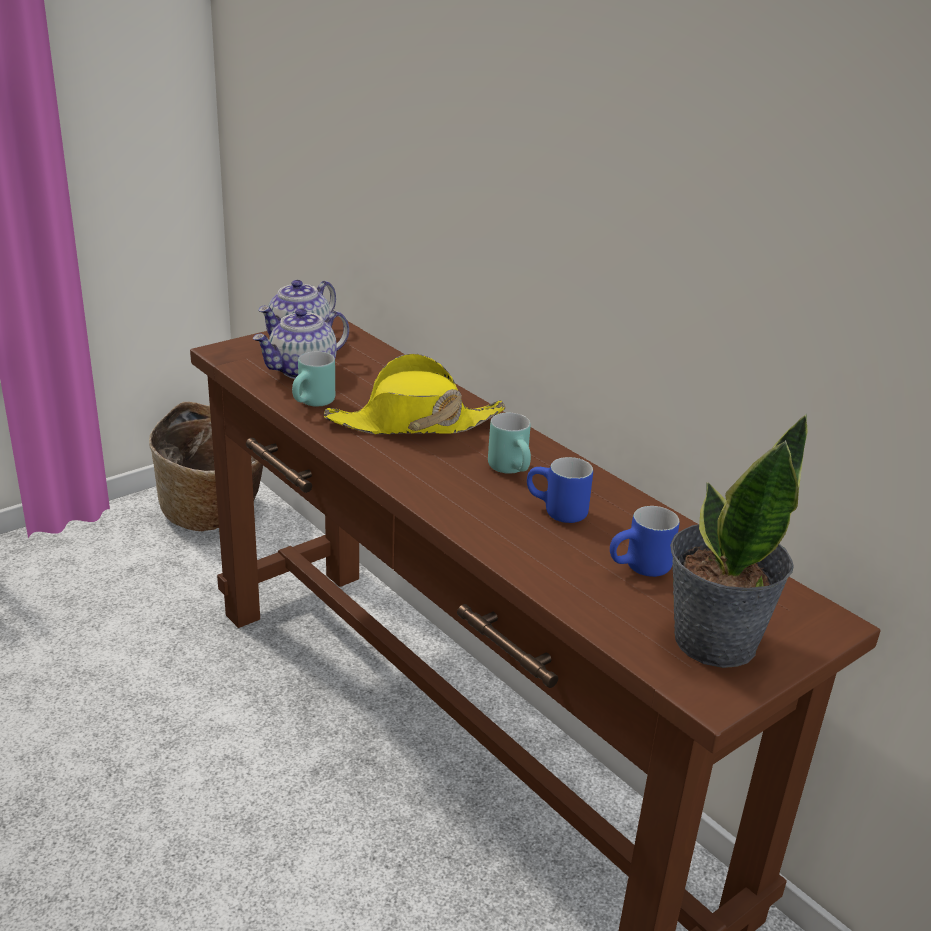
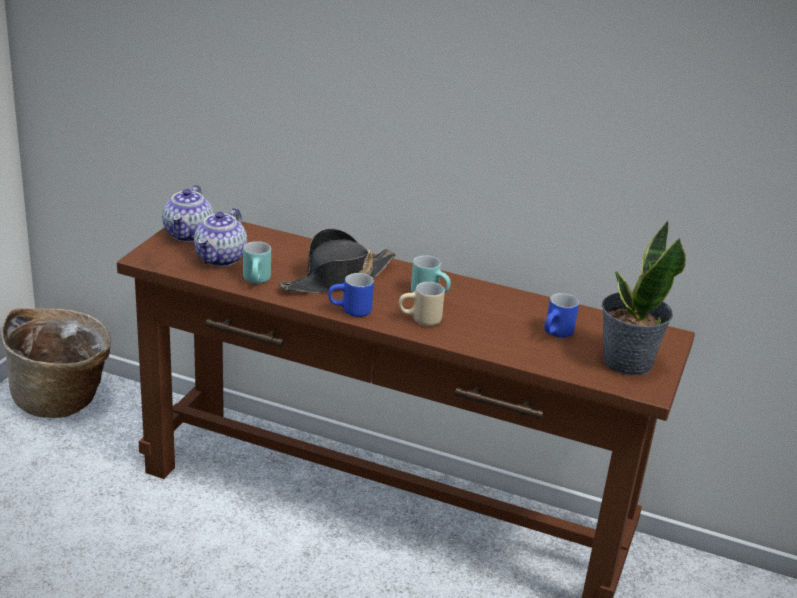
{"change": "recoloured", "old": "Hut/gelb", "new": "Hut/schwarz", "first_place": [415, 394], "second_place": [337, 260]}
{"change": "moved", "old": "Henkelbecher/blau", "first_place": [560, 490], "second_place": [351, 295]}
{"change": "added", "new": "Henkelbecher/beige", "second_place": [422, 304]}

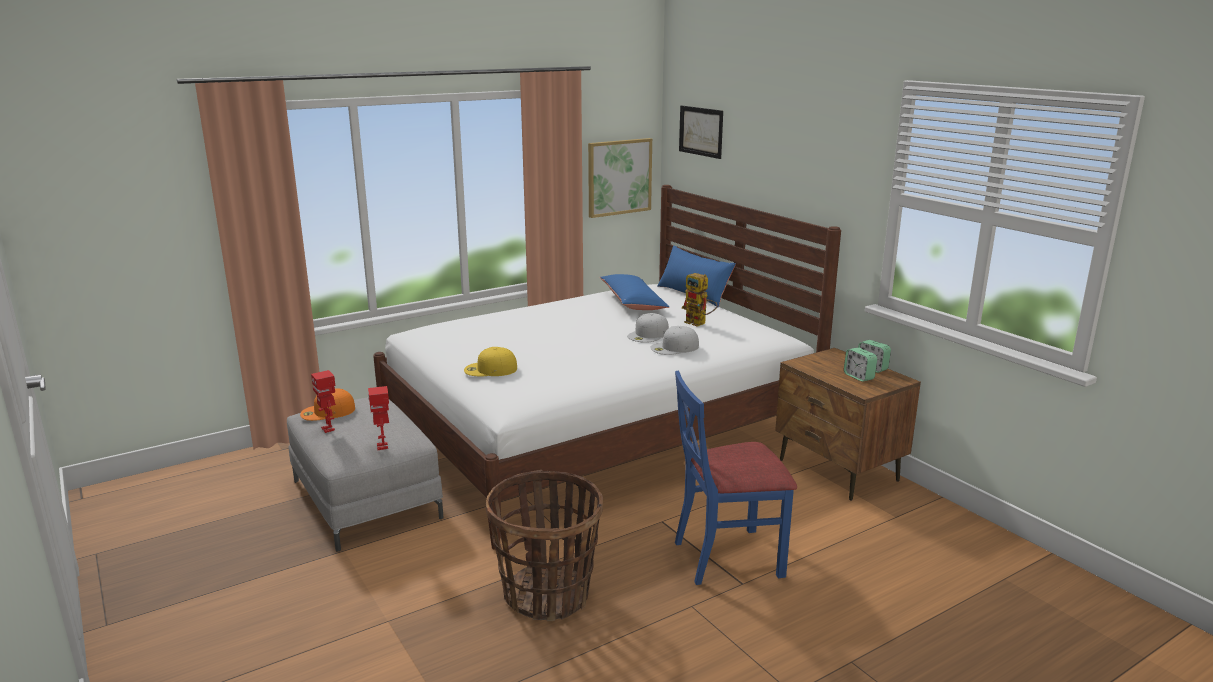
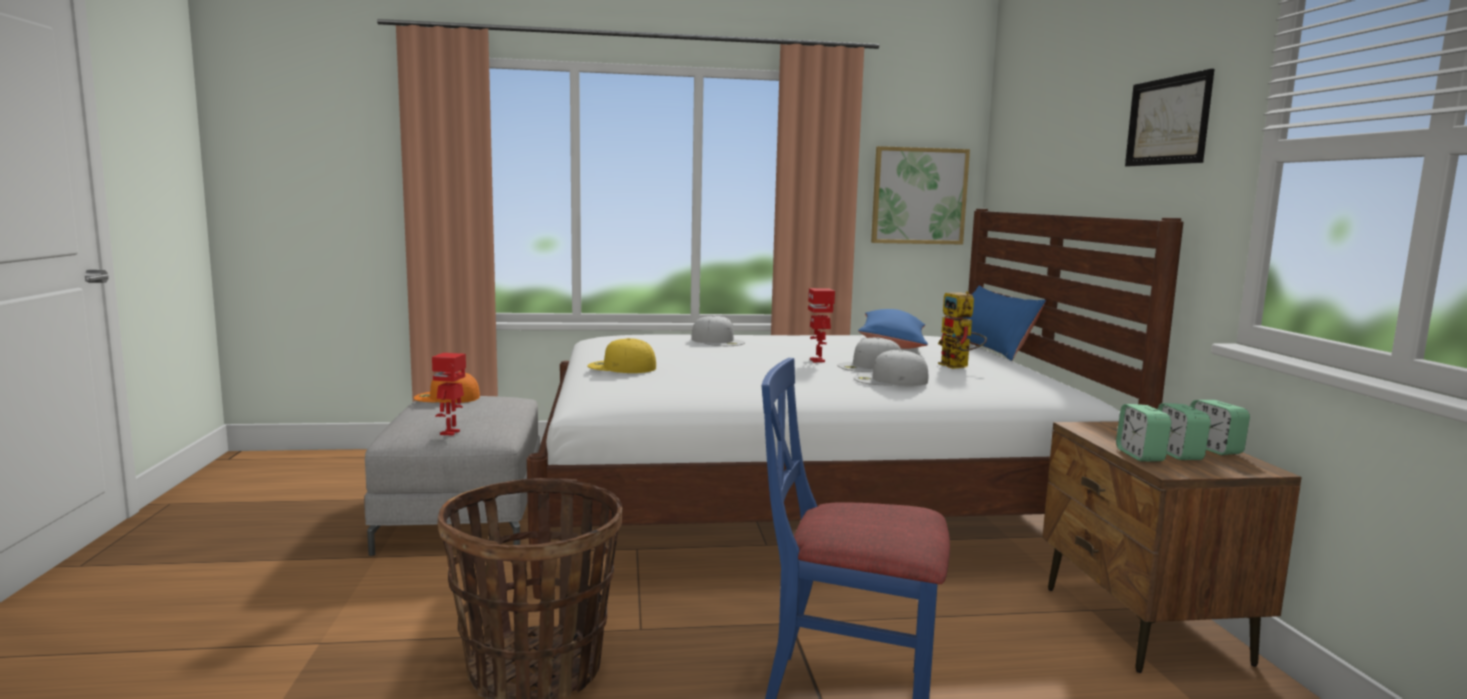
{"change": "moved", "old": "Spielzeugroboter", "first_place": [323, 401], "second_place": [821, 325]}
{"change": "moved", "old": "Bild", "first_place": [701, 132], "second_place": [1169, 118]}
{"change": "added", "new": "Kappe/weiß", "second_place": [718, 330]}
{"change": "added", "new": "Wecker", "second_place": [1143, 432]}

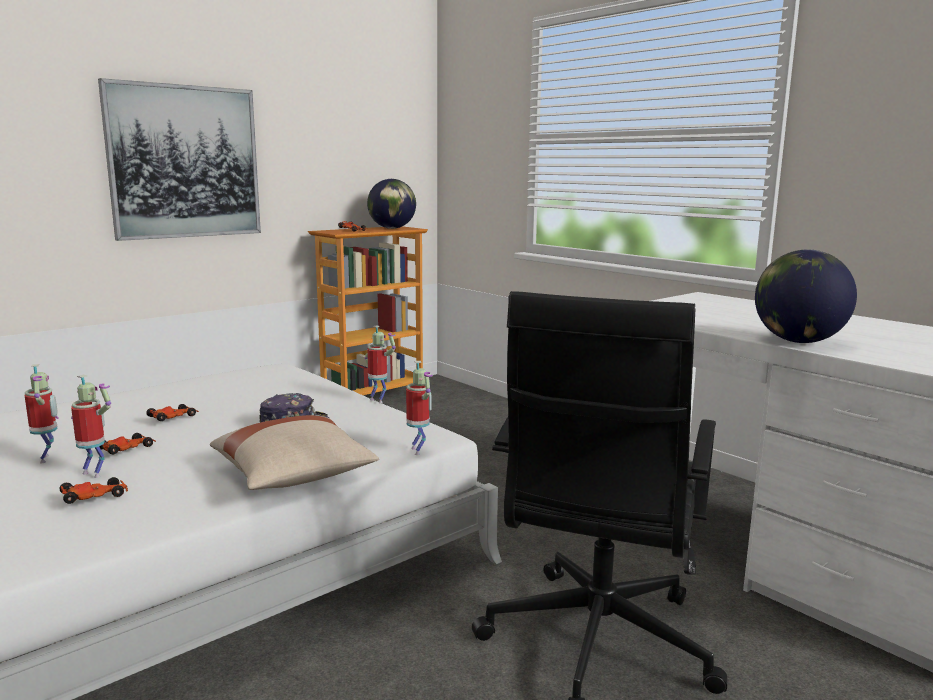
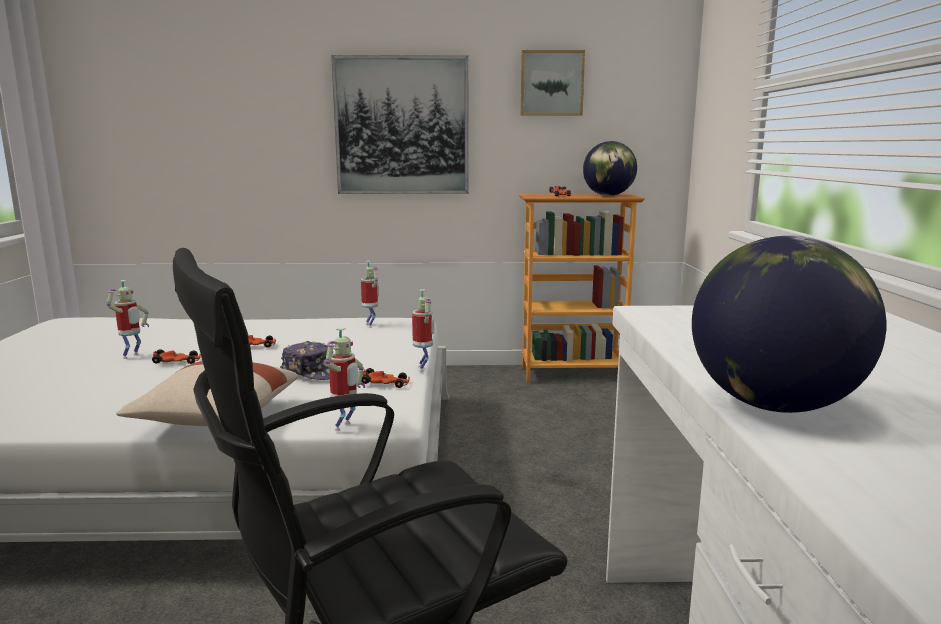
{"change": "moved", "old": "Spielzeugauto", "first_place": [94, 490], "second_place": [385, 378]}
{"change": "moved", "old": "Spielzeugroboter", "first_place": [91, 426], "second_place": [370, 294]}
{"change": "added", "new": "Bild", "second_place": [553, 83]}

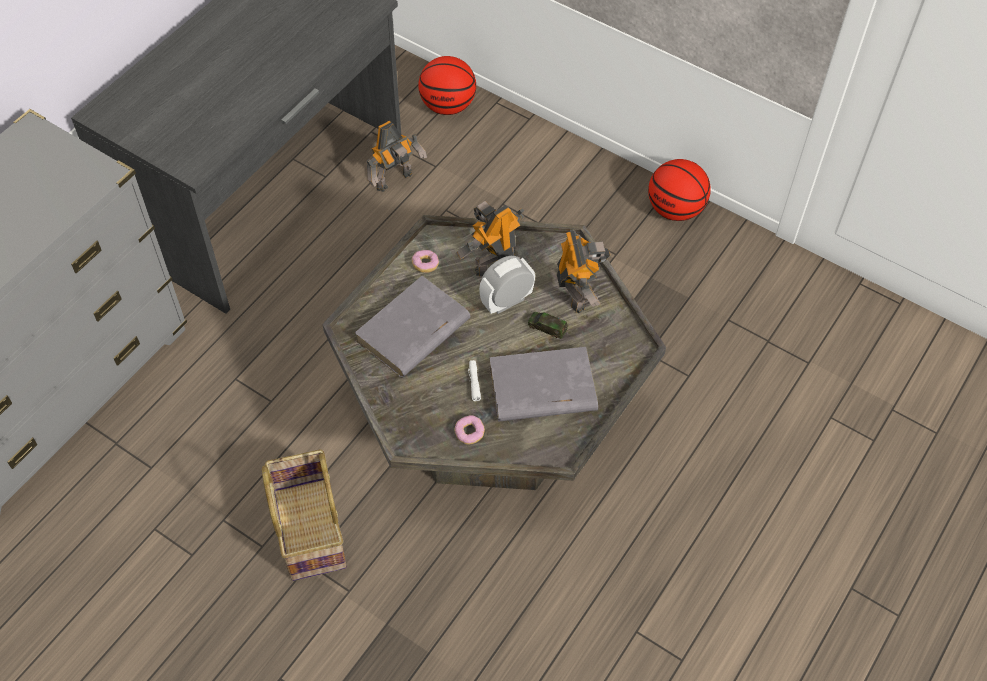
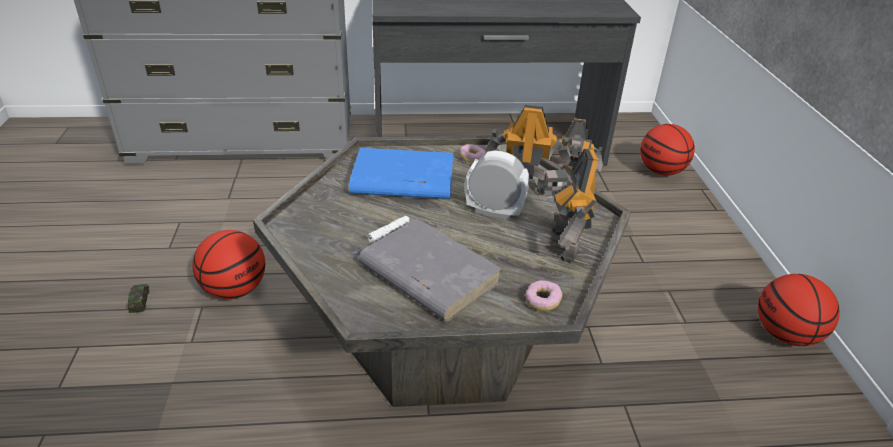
{"change": "replaced", "old": "Korb", "new": "Basketball", "first_place": [304, 515], "second_place": [228, 264]}
{"change": "recoloured", "old": "Buch/grau", "new": "Buch/blau", "first_place": [413, 326], "second_place": [401, 173]}
{"change": "moved", "old": "Donut", "first_place": [469, 430], "second_place": [543, 295]}
{"change": "moved", "old": "Spielzeugauto", "first_place": [548, 325], "second_place": [139, 298]}
{"change": "turned", "old": "Spielzeugroboter", "first_place": [583, 271], "second_place": [567, 206], "degrees": 135}

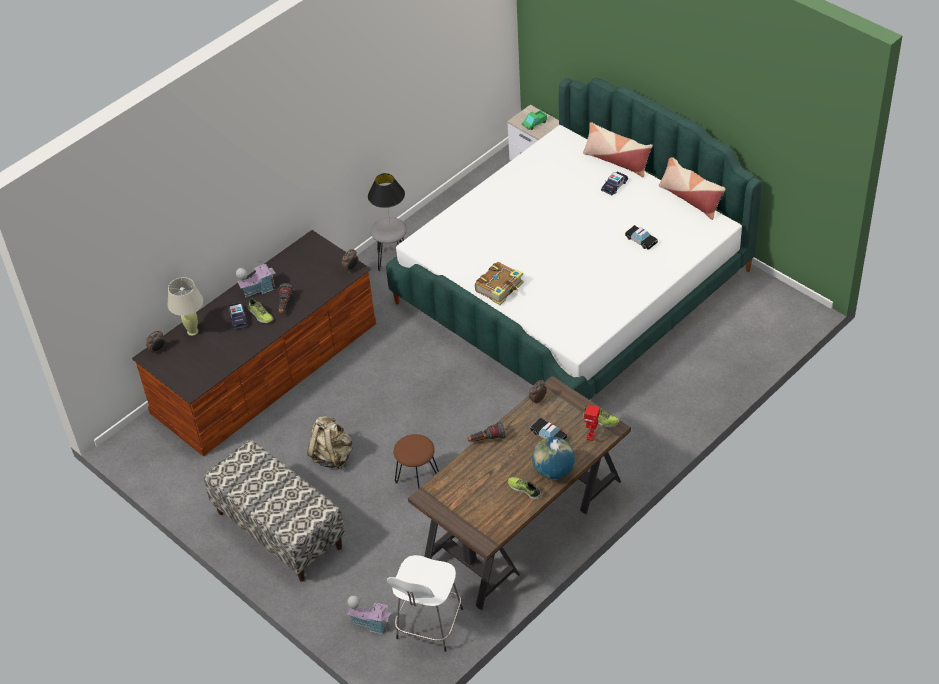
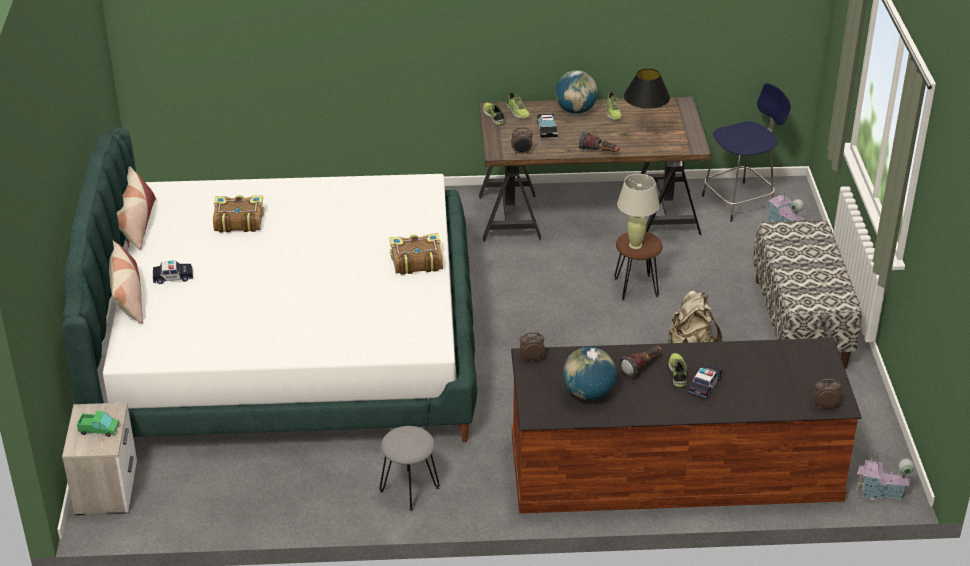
{"change": "moved", "old": "Tischlampe/beige", "first_place": [185, 306], "second_place": [638, 211]}
{"change": "moved", "old": "Spielzeughaus", "first_place": [256, 279], "second_place": [885, 477]}
{"change": "moved", "old": "Tischlampe/schwarz", "first_place": [386, 198], "second_place": [647, 103]}
{"change": "recoloured", "old": "Hocker/weiß", "new": "Hocker/blau", "first_place": [425, 603], "second_place": [746, 152]}
{"change": "replaced", "old": "Spielzeugroboter", "new": "Schuh", "first_place": [592, 423], "second_place": [518, 105]}
{"change": "replaced", "old": "Spielzeugauto", "new": "Buch", "first_place": [641, 237], "second_place": [238, 213]}
{"change": "added", "new": "Globus", "second_place": [589, 374]}

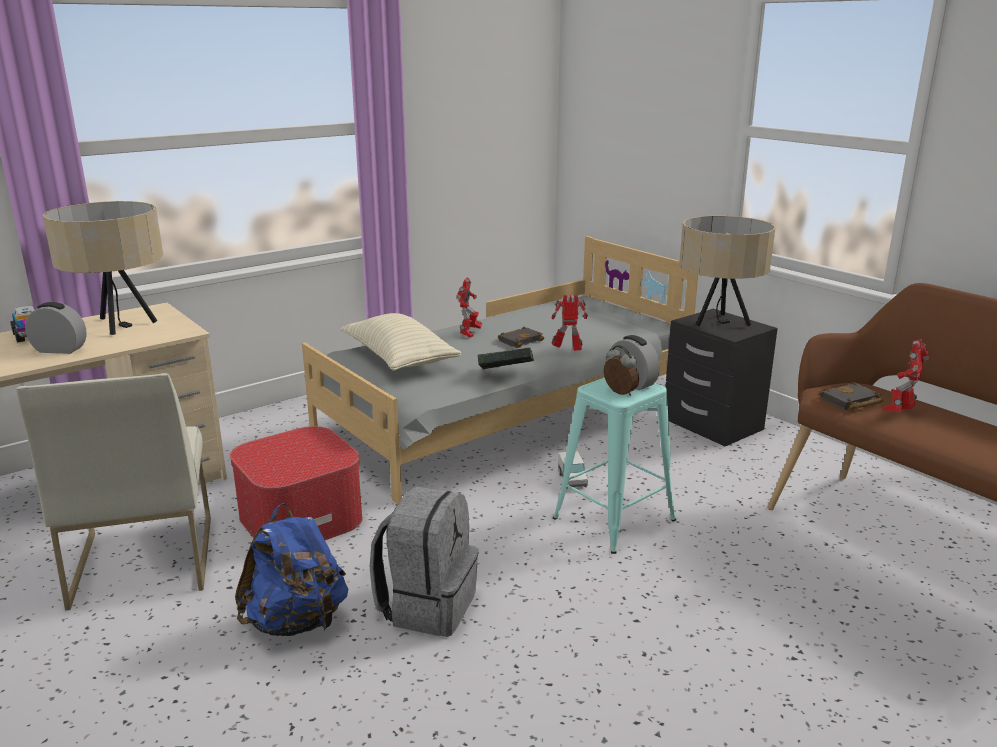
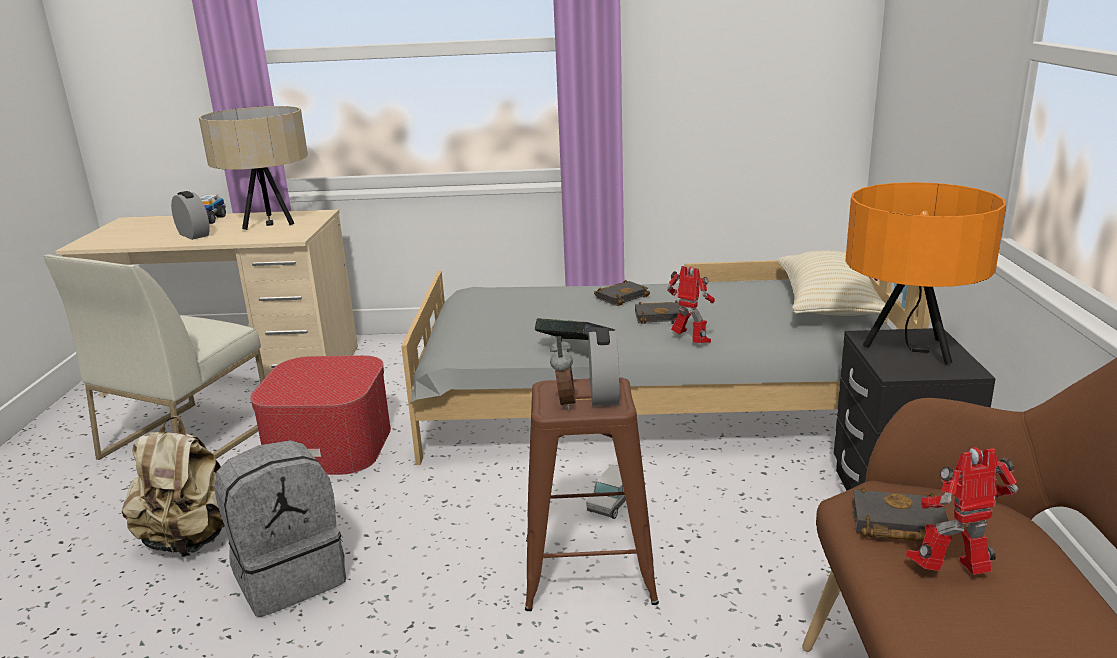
{"change": "recoloured", "old": "Rucksack/blau", "new": "Rucksack/beige", "first_place": [292, 569], "second_place": [173, 486]}
{"change": "moved", "old": "Kissen/beige", "first_place": [401, 342], "second_place": [834, 283]}
{"change": "replaced", "old": "Spielzeugroboter", "new": "Buch/schwarz", "first_place": [469, 307], "second_place": [622, 293]}
{"change": "recoloured", "old": "Hocker/türkis", "new": "Hocker/braun", "first_place": [614, 466], "second_place": [592, 494]}
{"change": "recoloured", "old": "Tischlampe/beige", "new": "Tischlampe/orange", "first_place": [727, 271], "second_place": [925, 273]}

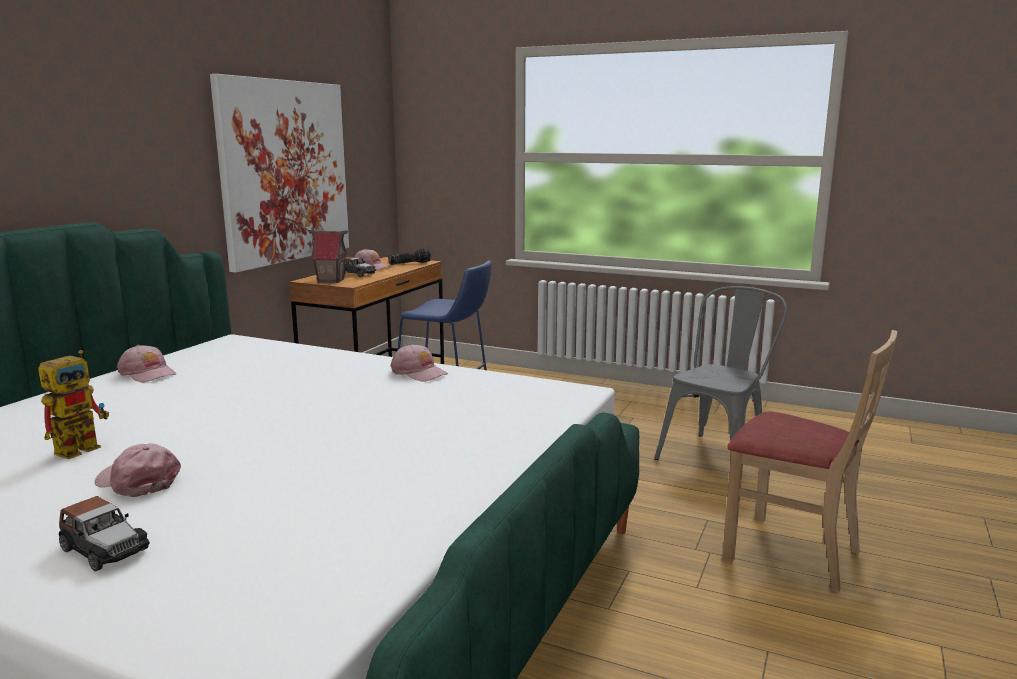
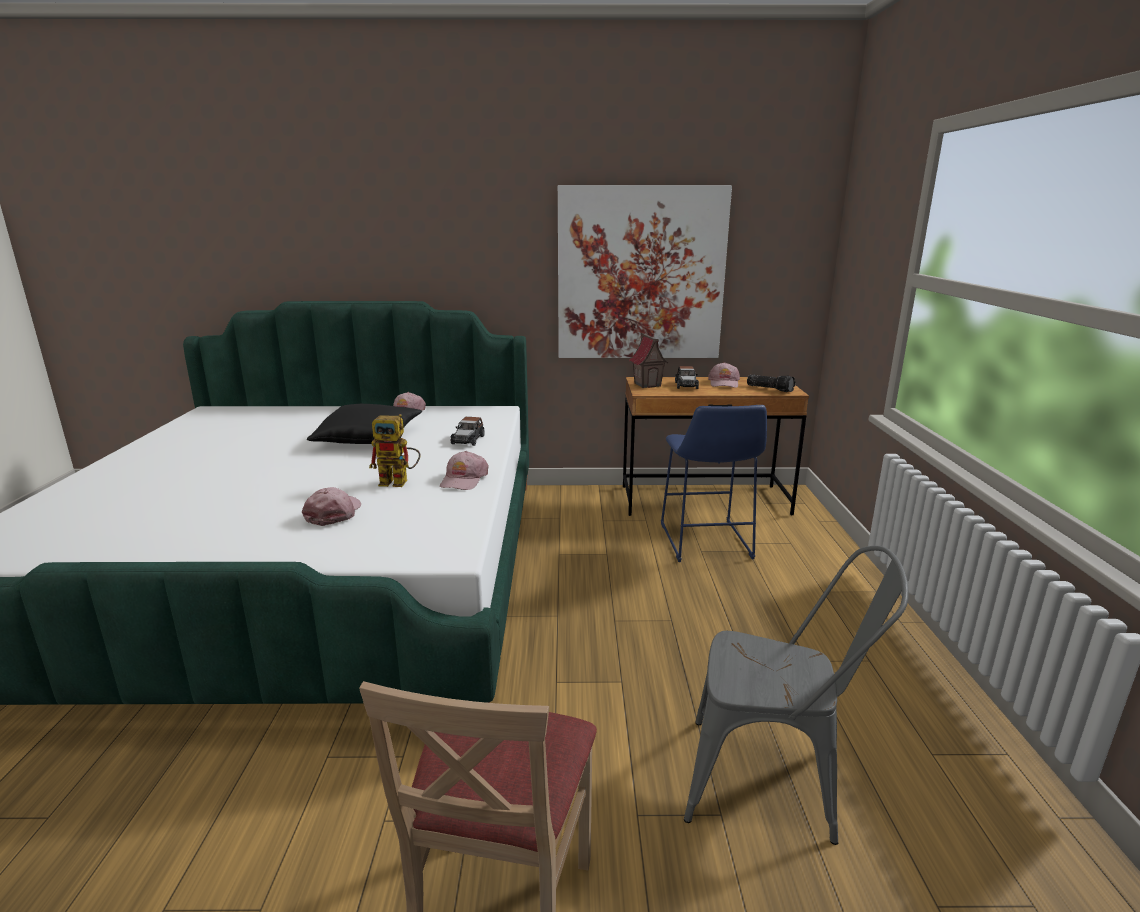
{"change": "moved", "old": "Spielzeugroboter", "first_place": [73, 404], "second_place": [395, 450]}
{"change": "moved", "old": "Spielzeugauto", "first_place": [104, 533], "second_place": [467, 431]}
{"change": "moved", "old": "Kappe/rosa", "first_place": [138, 470], "second_place": [331, 506]}
{"change": "added", "new": "Kissen/schwarz", "second_place": [364, 424]}

